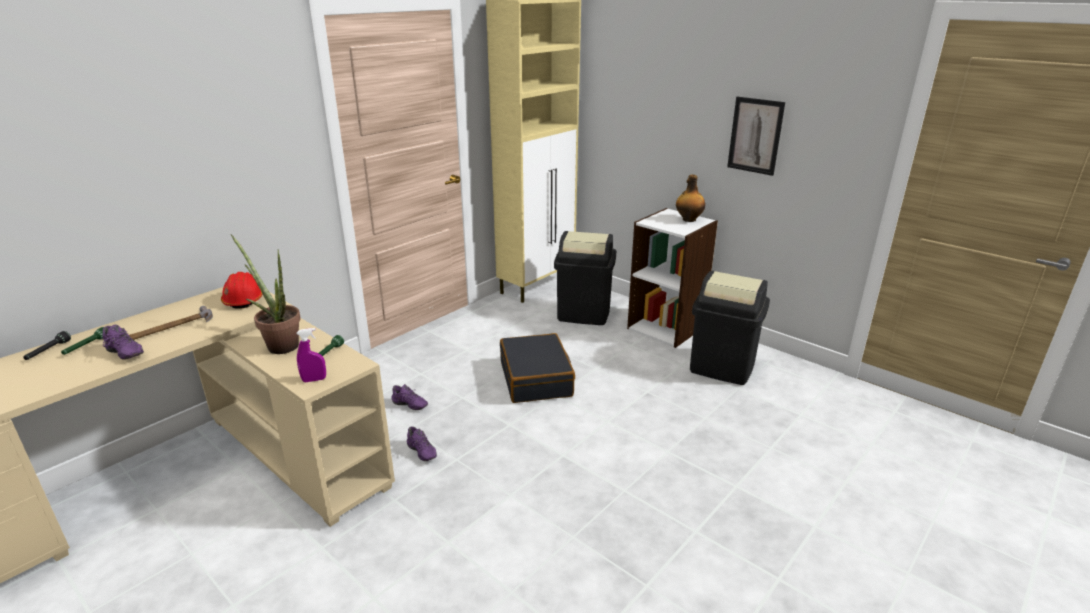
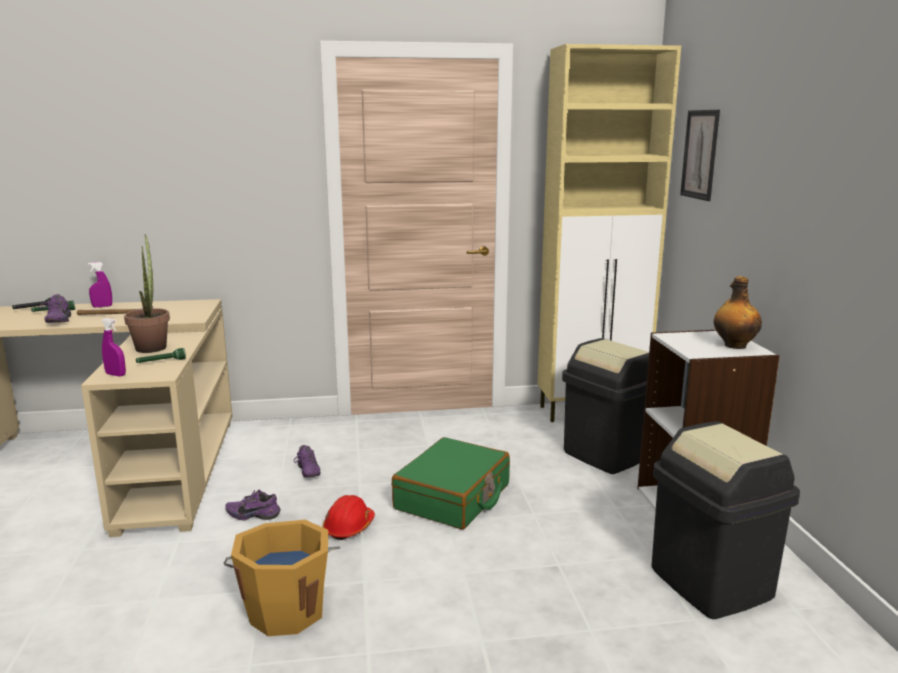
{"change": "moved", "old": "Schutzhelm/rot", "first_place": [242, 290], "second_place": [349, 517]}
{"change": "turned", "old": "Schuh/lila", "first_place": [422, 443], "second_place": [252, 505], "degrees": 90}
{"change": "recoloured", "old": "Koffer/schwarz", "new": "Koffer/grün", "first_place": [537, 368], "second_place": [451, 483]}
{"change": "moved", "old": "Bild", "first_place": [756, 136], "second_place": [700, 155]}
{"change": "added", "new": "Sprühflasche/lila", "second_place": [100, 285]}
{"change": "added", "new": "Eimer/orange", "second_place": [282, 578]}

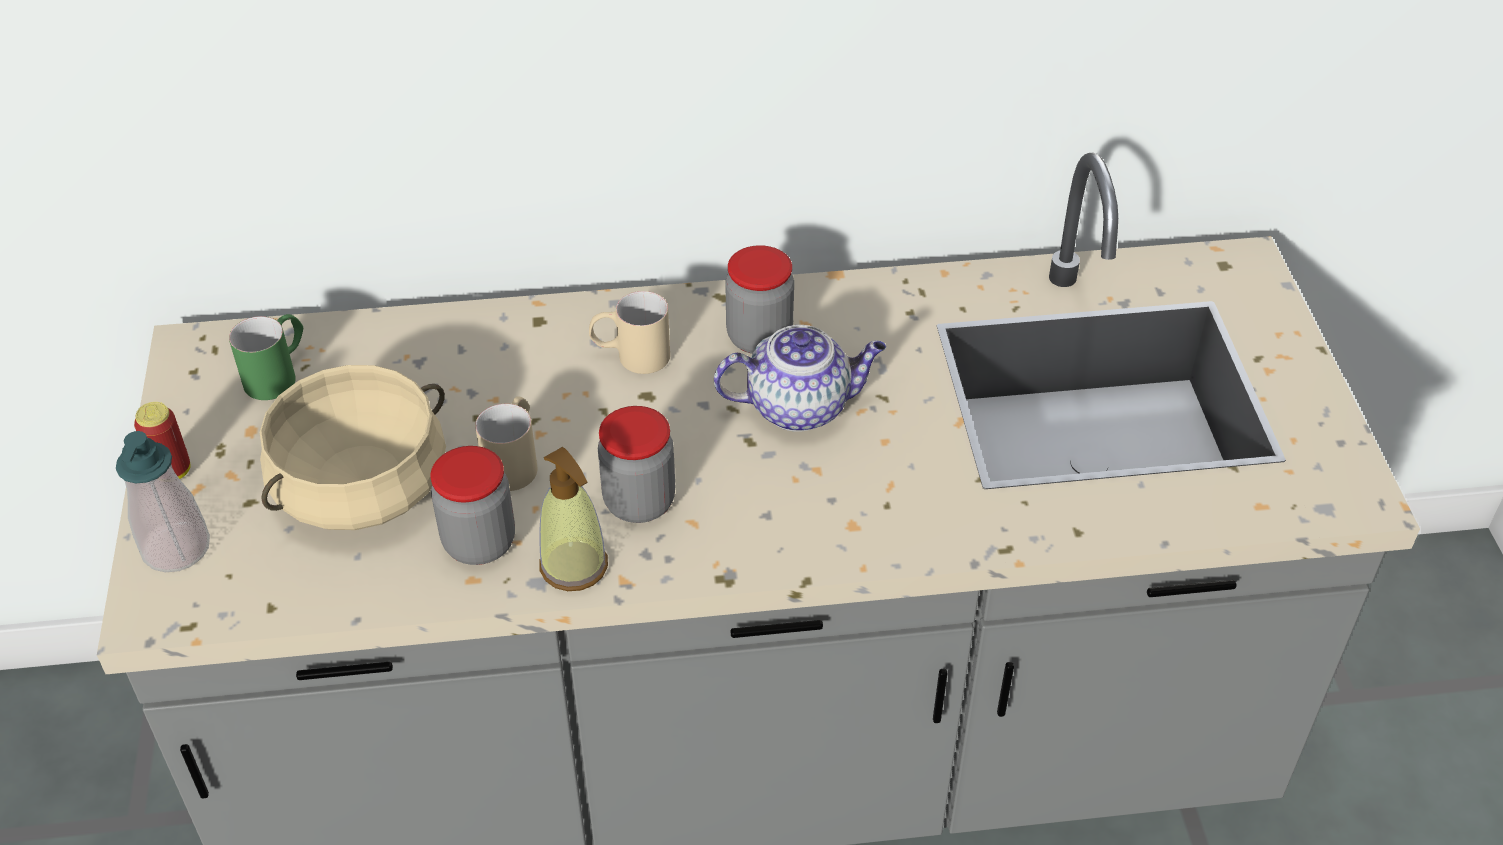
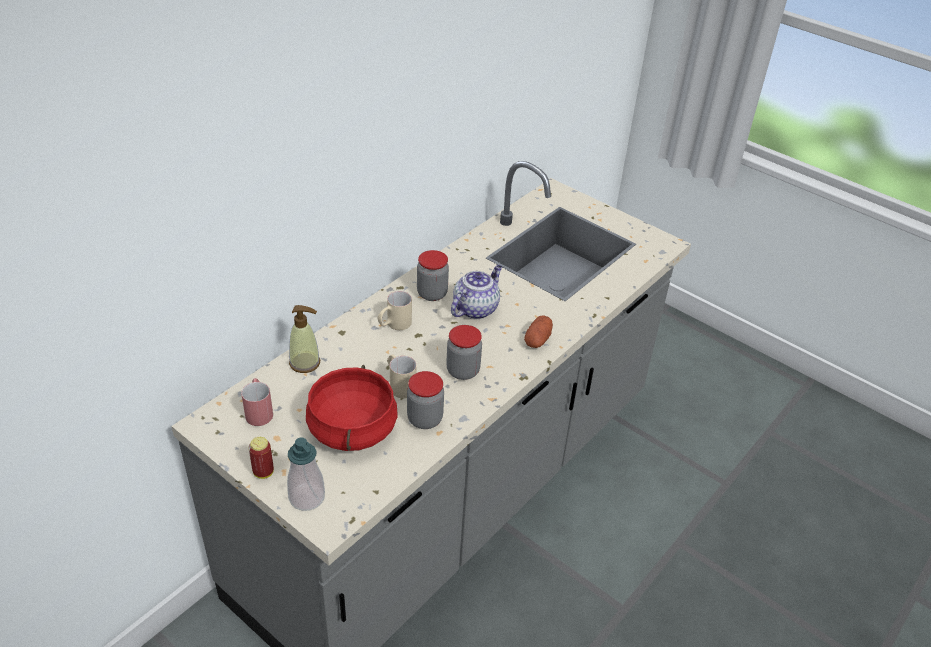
{"change": "recoloured", "old": "Henkelbecher/grün", "new": "Henkelbecher/rot", "first_place": [266, 357], "second_place": [257, 402]}
{"change": "recoloured", "old": "Kochtopf/beige", "new": "Kochtopf/rot", "first_place": [353, 447], "second_place": [352, 408]}
{"change": "moved", "old": "Seifenspender", "first_place": [573, 519], "second_place": [304, 339]}
{"change": "added", "new": "Kartoffel", "second_place": [538, 331]}

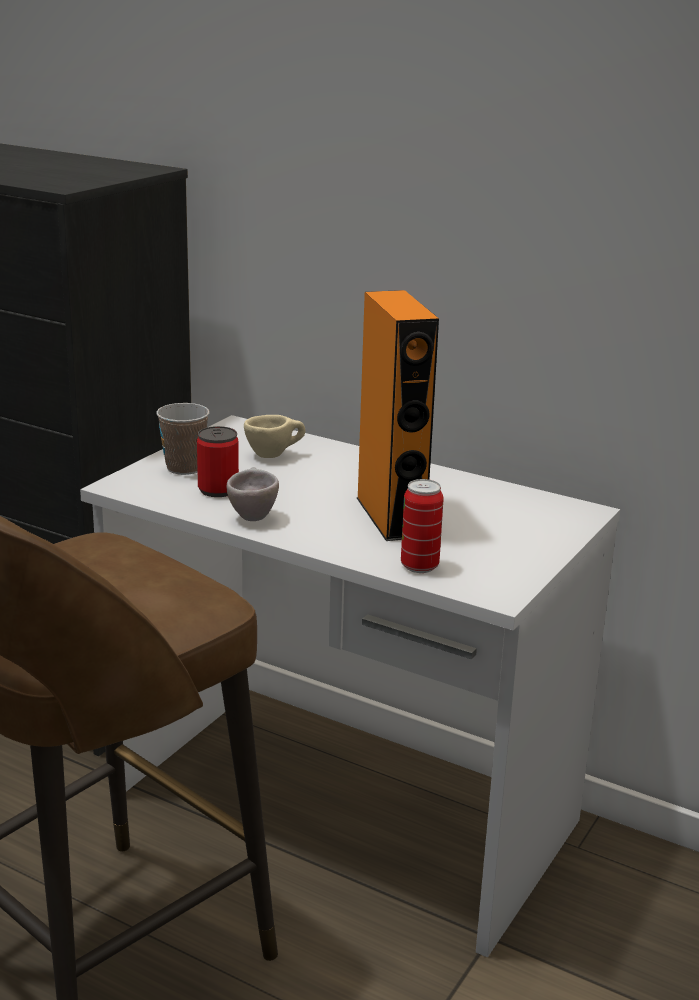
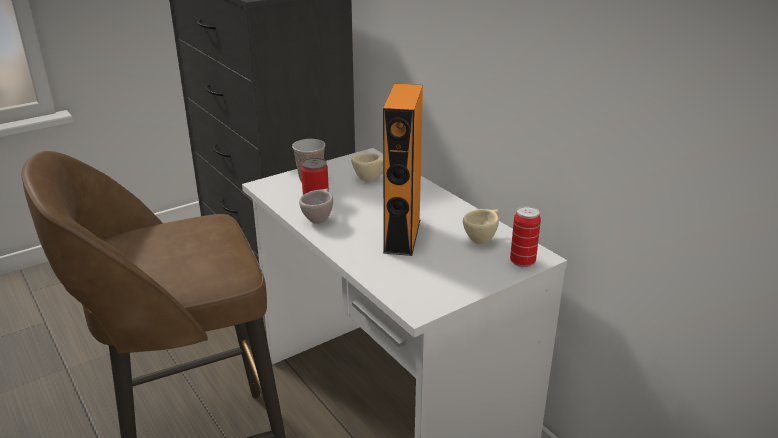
{"change": "moved", "old": "Dose", "first_place": [422, 526], "second_place": [525, 237]}
{"change": "added", "new": "Tasse/beige", "second_place": [481, 226]}

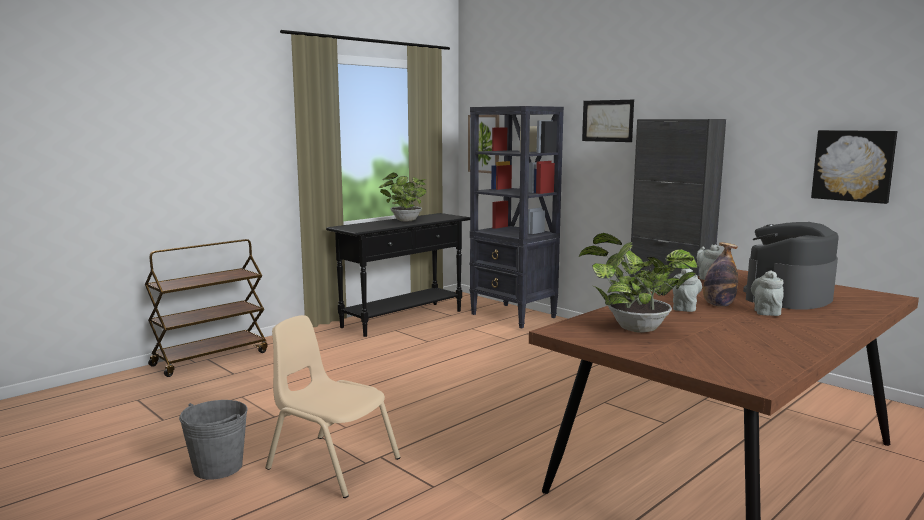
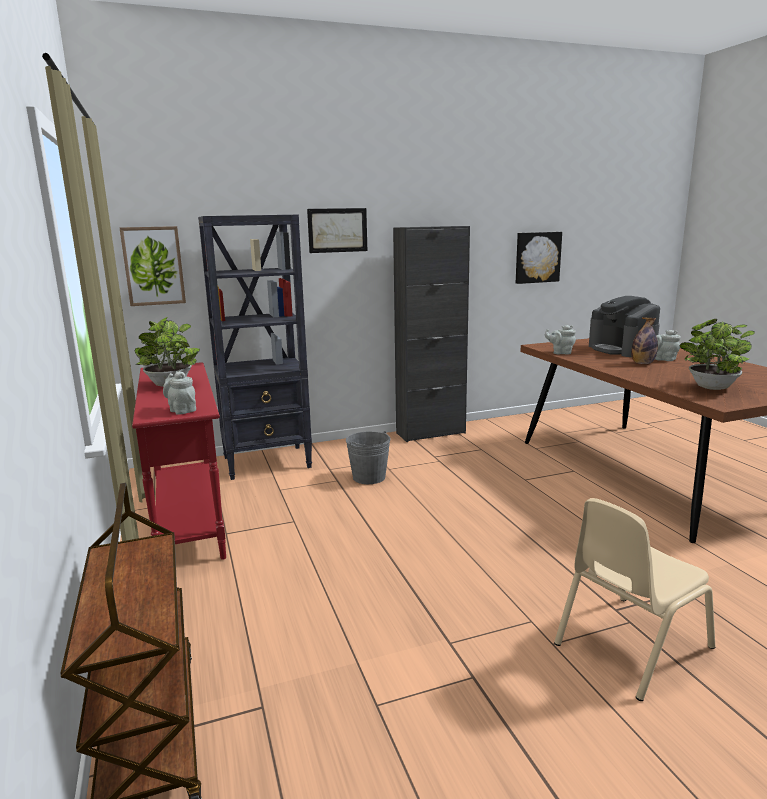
{"change": "moved", "old": "Eimer/grau", "first_place": [213, 440], "second_place": [368, 457]}
{"change": "recoloured", "old": "Konsolentisch/schwarz", "new": "Konsolentisch/rot", "first_place": [398, 275], "second_place": [179, 461]}
{"change": "moved", "old": "Teekanne/grau", "first_place": [687, 290], "second_place": [179, 393]}

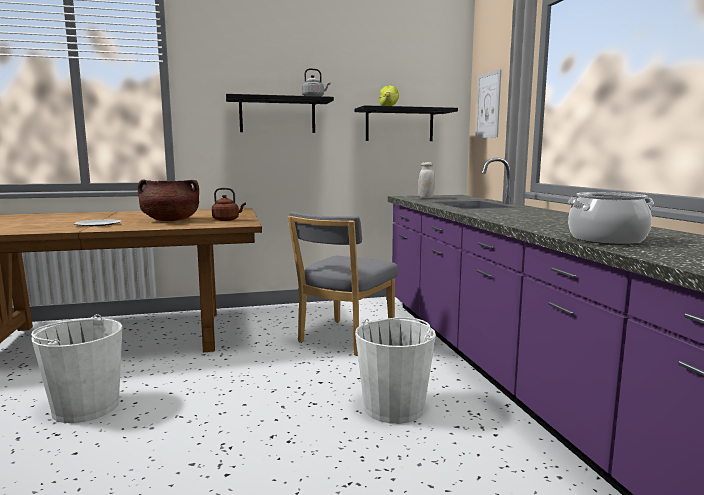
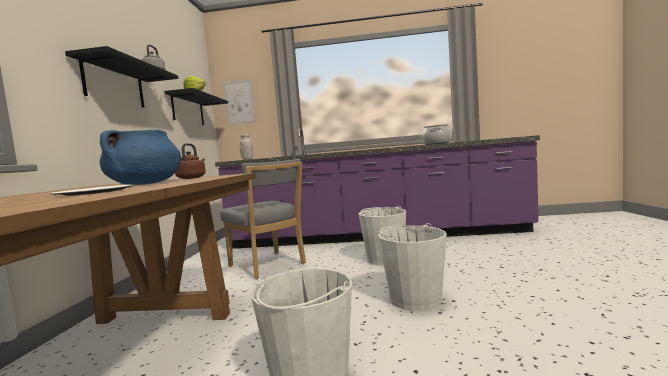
{"change": "recoloured", "old": "Kochtopf/braun", "new": "Kochtopf/blau", "first_place": [168, 200], "second_place": [140, 157]}
{"change": "added", "new": "Eimer/weiß", "second_place": [412, 267]}

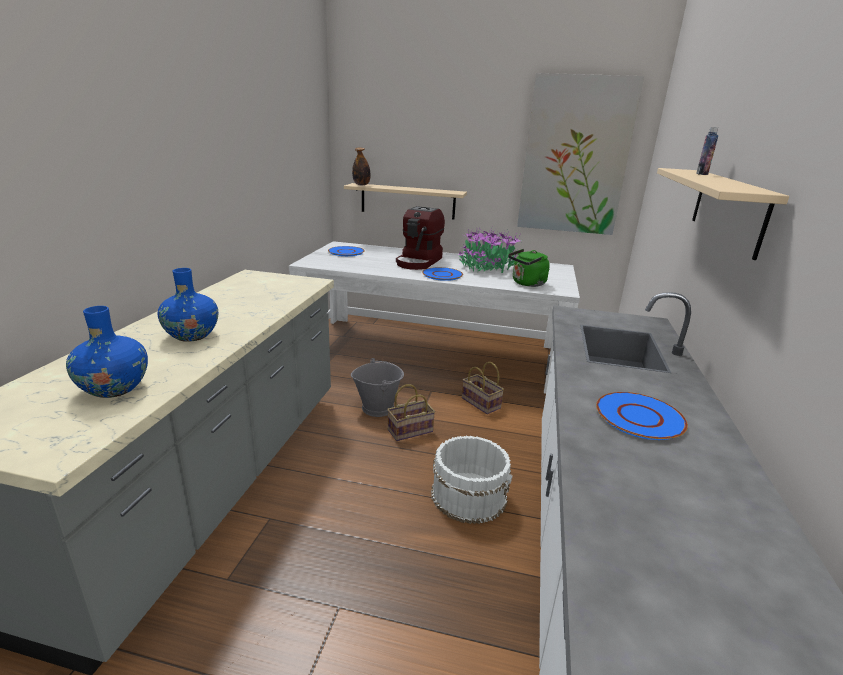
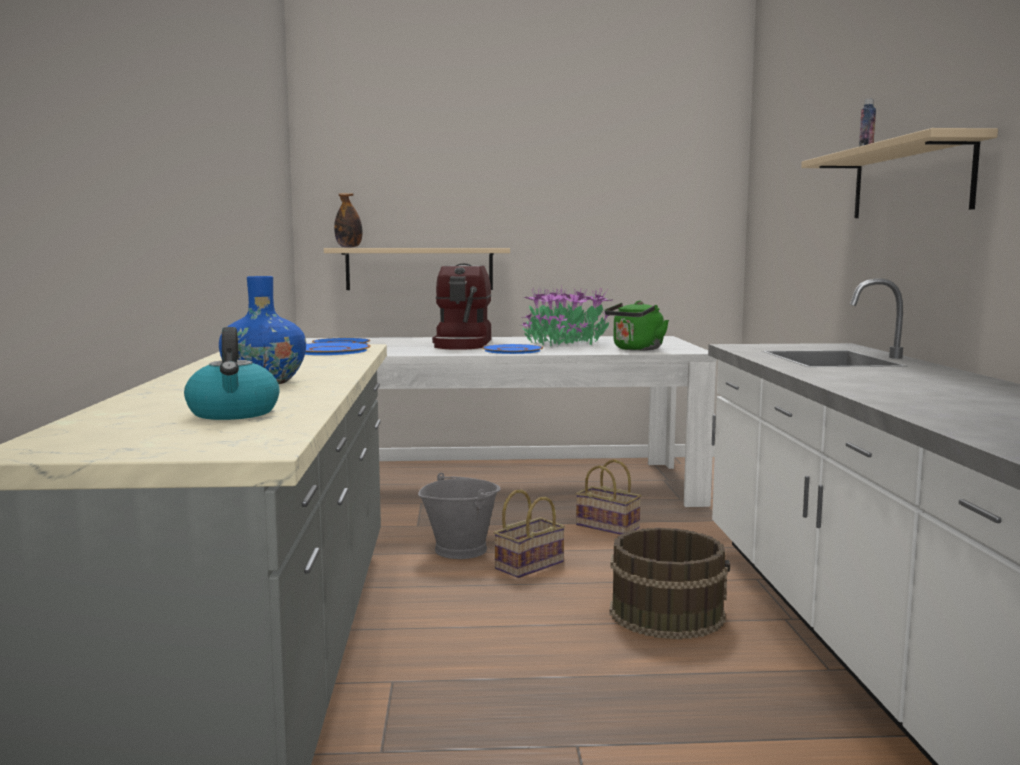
{"change": "replaced", "old": "Vase/blau", "new": "Wasserkessel", "first_place": [107, 352], "second_place": [232, 373]}
{"change": "recoloured", "old": "Eimer/weiß", "new": "Eimer/braun", "first_place": [471, 480], "second_place": [670, 583]}
{"change": "removed", "old": "Bild", "first_place": [580, 154]}
{"change": "moved", "old": "Teller/blau", "first_place": [642, 416], "second_place": [338, 348]}

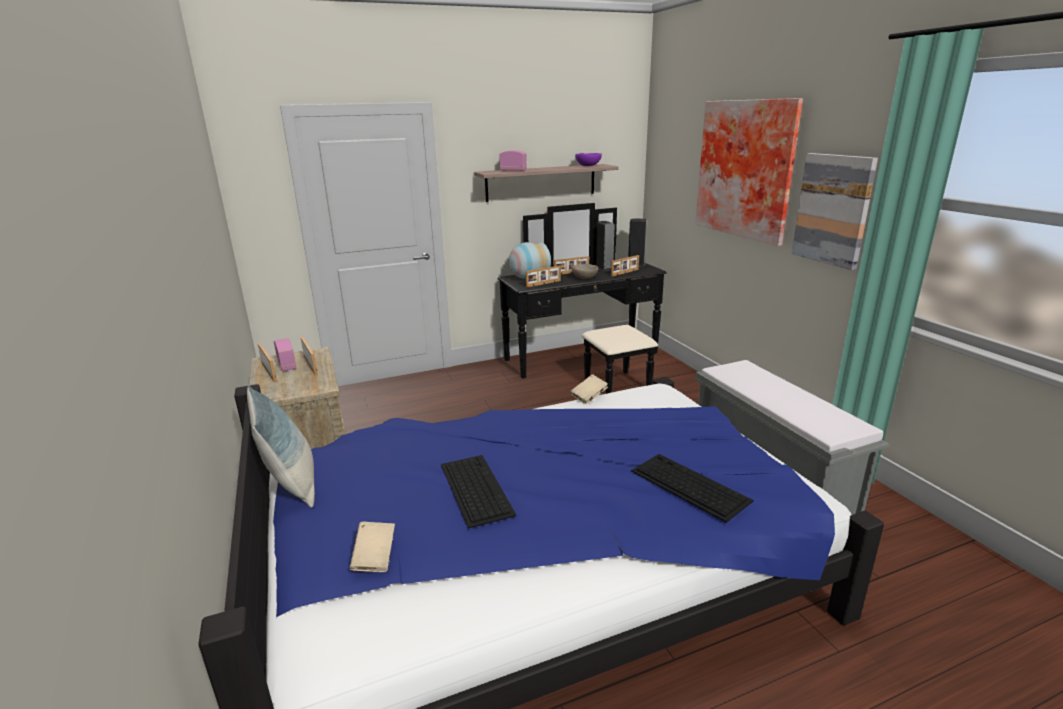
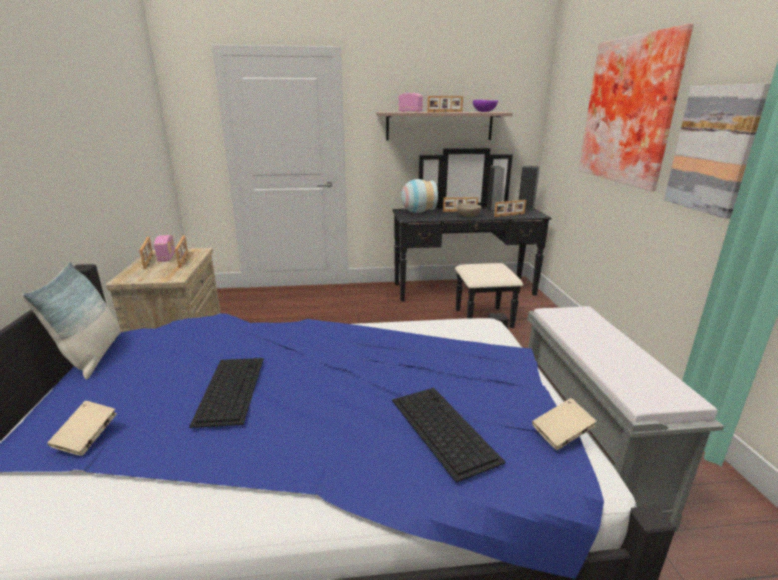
{"change": "moved", "old": "Bilderrahmen", "first_place": [543, 276], "second_place": [445, 104]}
{"change": "moved", "old": "Buch/beige", "first_place": [589, 389], "second_place": [564, 424]}

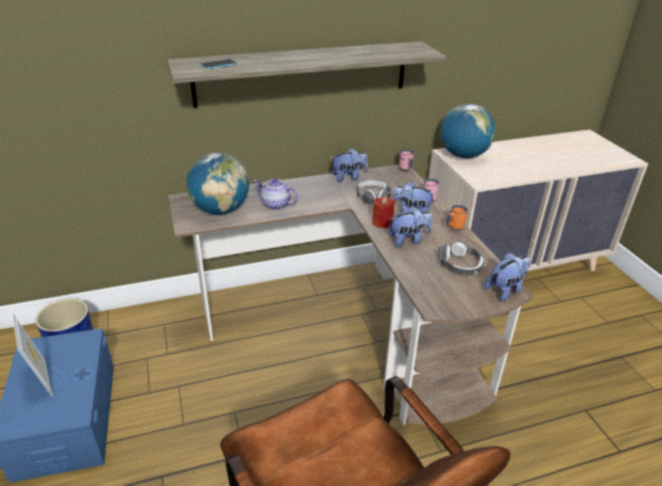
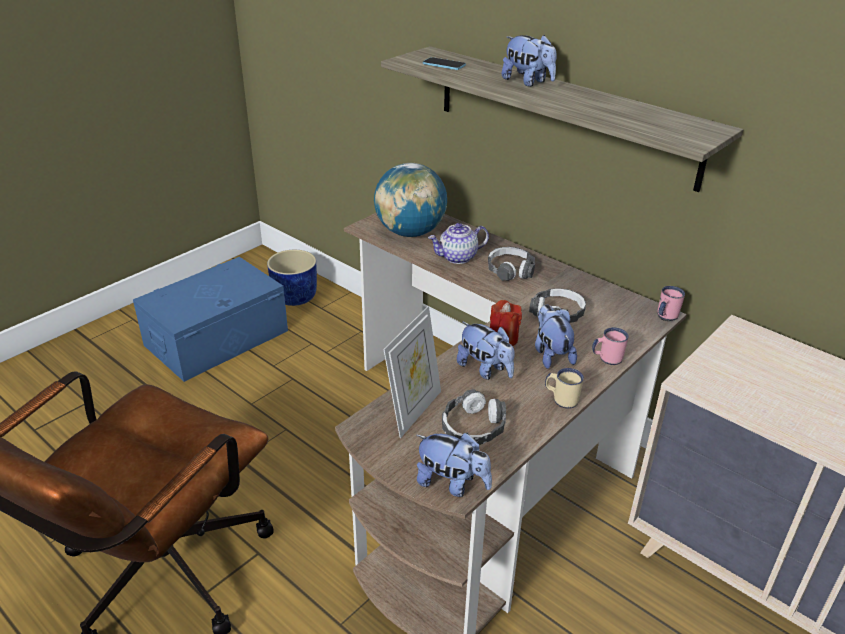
{"change": "moved", "old": "Bilderrahmen", "first_place": [32, 355], "second_place": [412, 372]}
{"change": "turned", "old": "Teekanne", "first_place": [275, 194], "second_place": [458, 243], "degrees": -105}
{"change": "moved", "old": "Plüschtier", "first_place": [349, 165], "second_place": [529, 61]}
{"change": "removed", "old": "Globus", "first_place": [468, 131]}
{"change": "recoloured", "old": "Henkelbecher/orange", "new": "Henkelbecher/beige", "first_place": [457, 217], "second_place": [564, 388]}
{"change": "added", "new": "Kopfhörer", "second_place": [511, 264]}

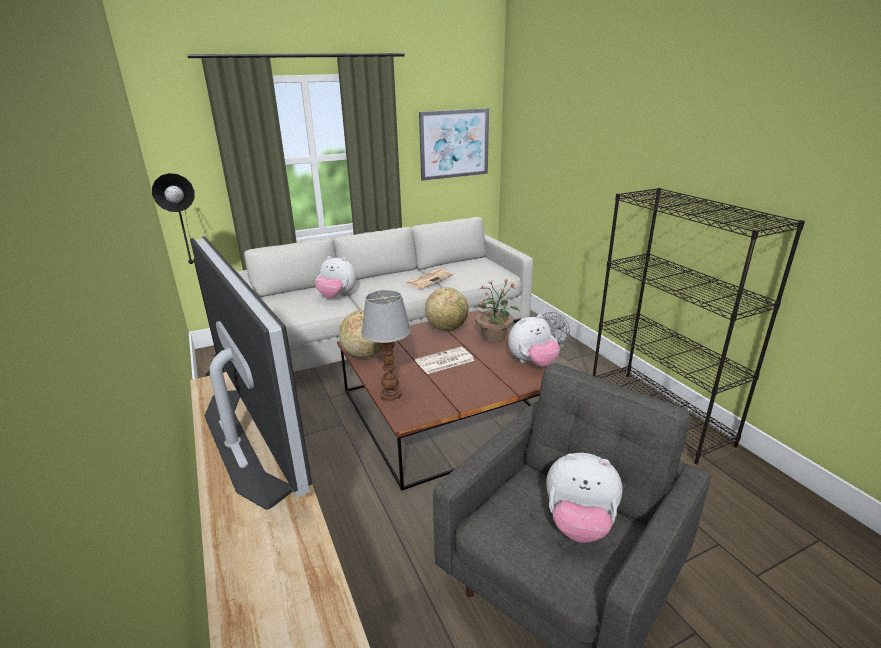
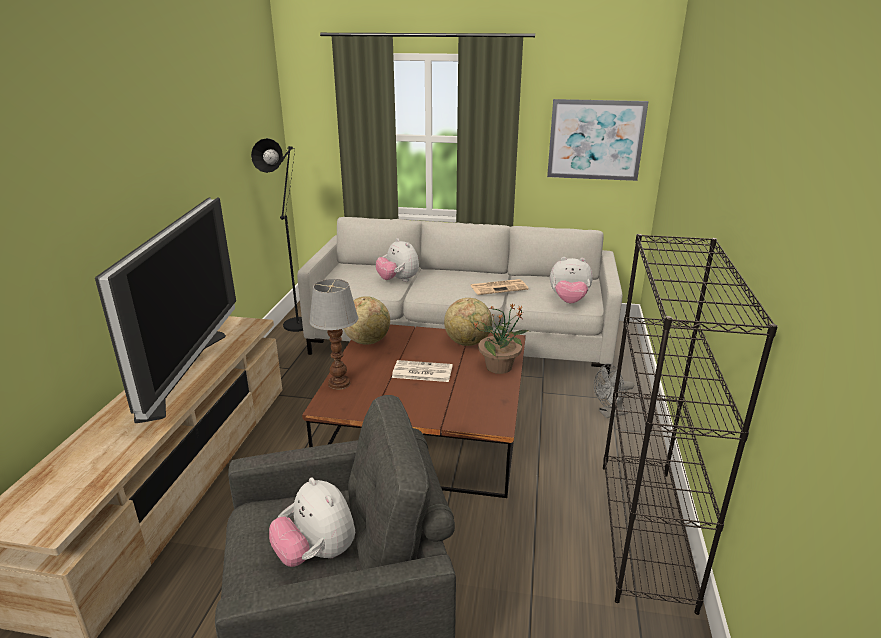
{"change": "moved", "old": "Plüschtier", "first_place": [534, 340], "second_place": [571, 280]}

